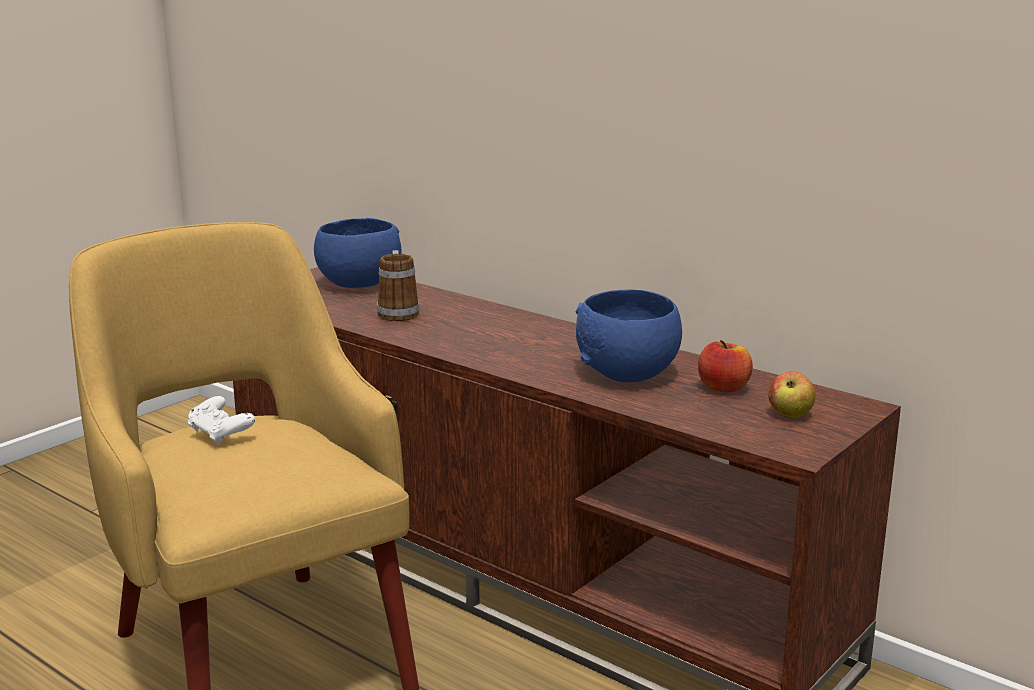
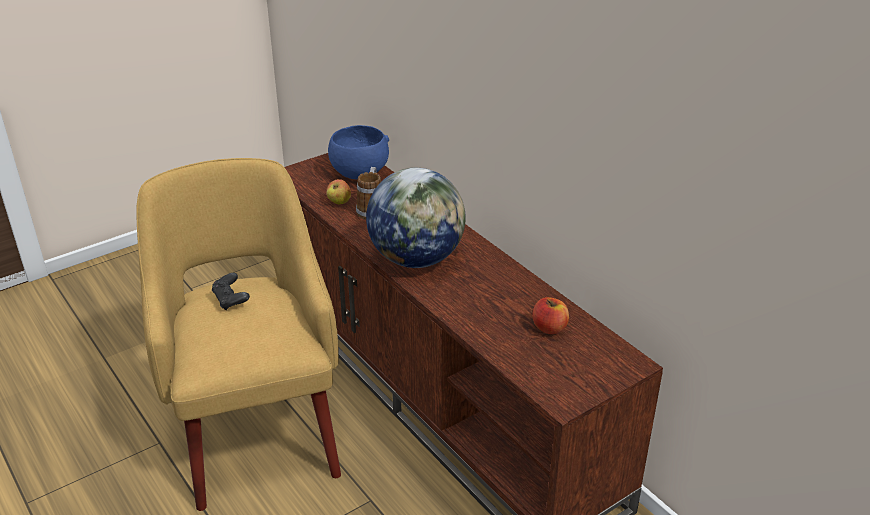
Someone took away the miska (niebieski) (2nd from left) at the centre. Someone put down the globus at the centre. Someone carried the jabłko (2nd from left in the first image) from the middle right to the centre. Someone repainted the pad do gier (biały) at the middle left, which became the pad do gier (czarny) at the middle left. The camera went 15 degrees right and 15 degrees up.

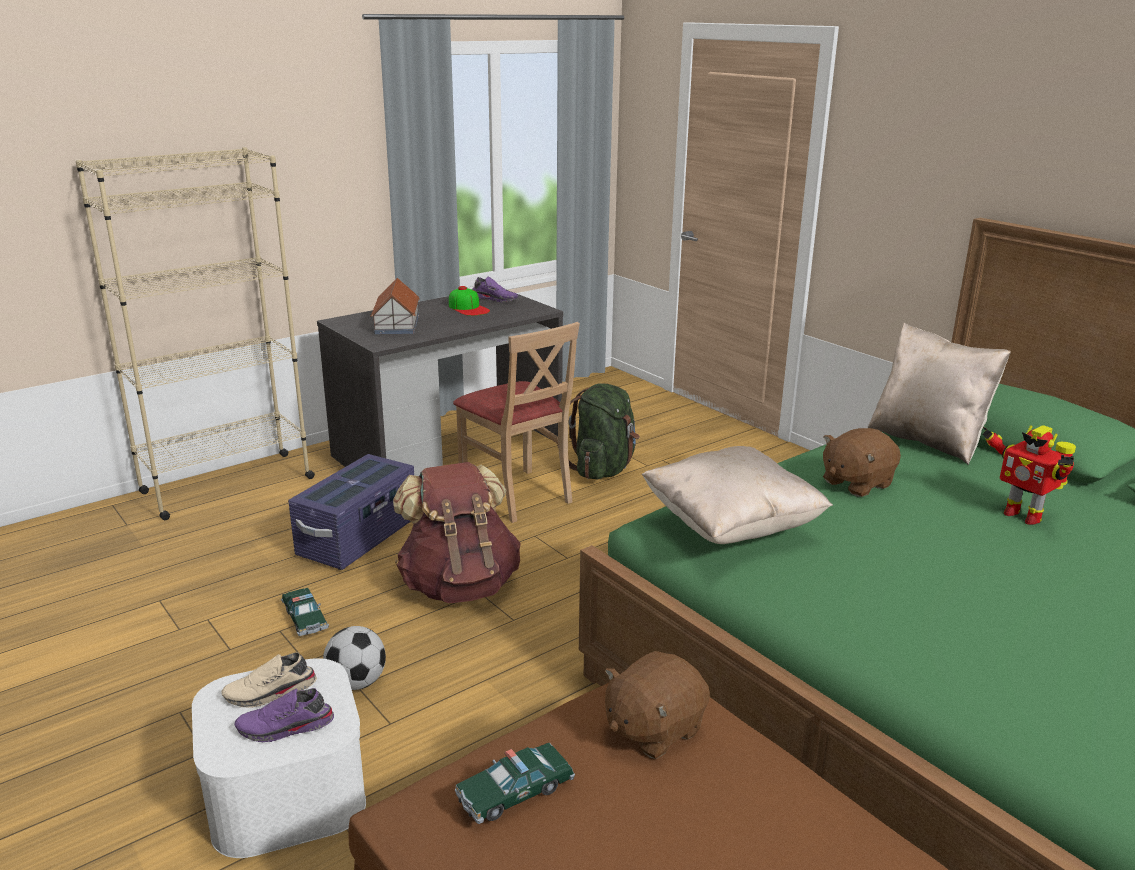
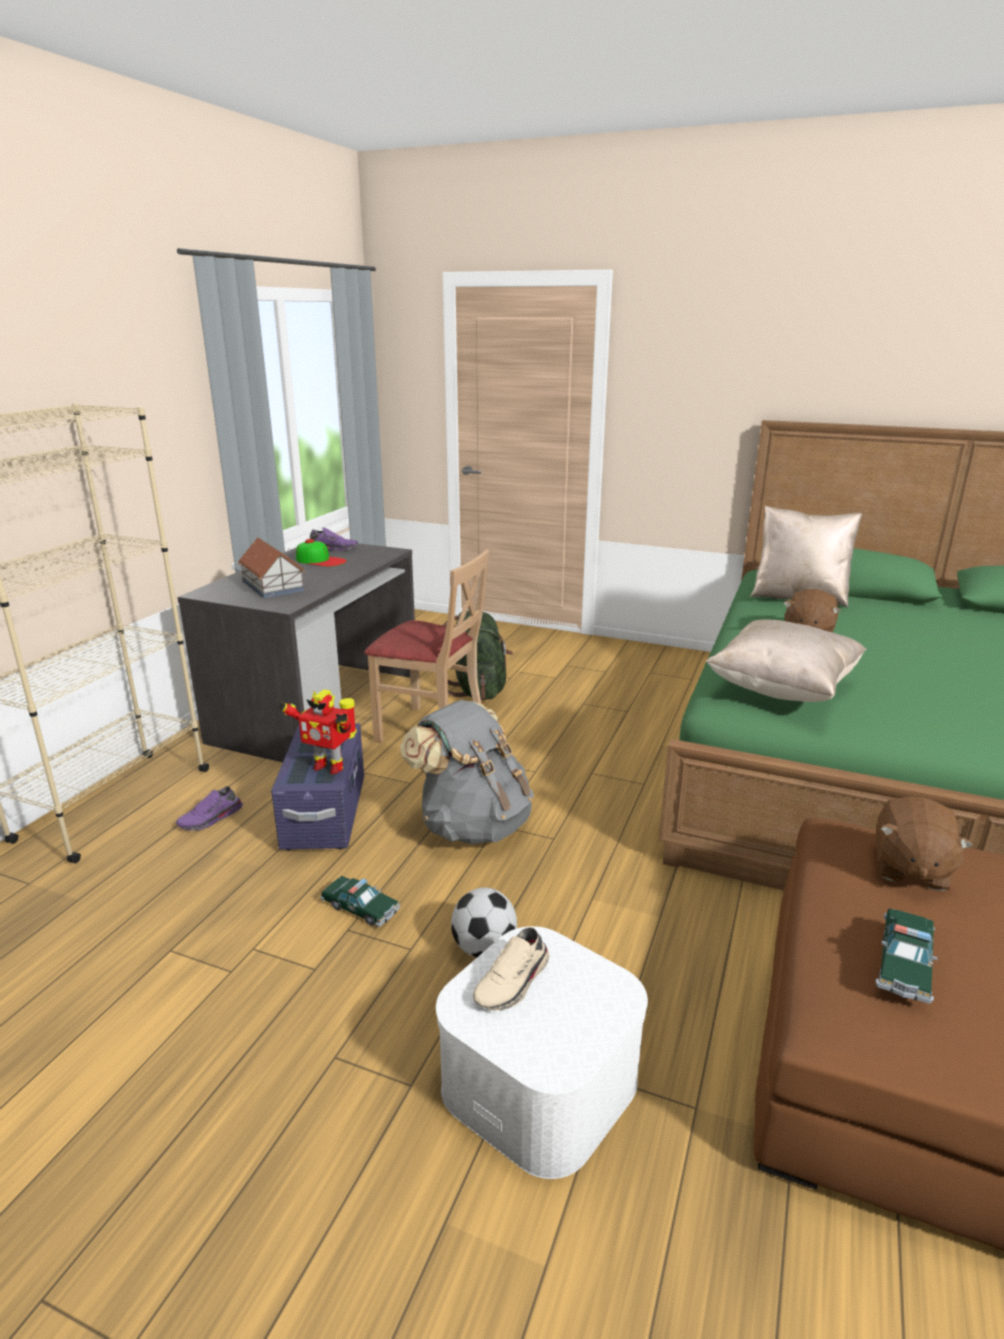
Someone carried the but (fioletowy) (1st from left) from the bottom left to the middle left. Someone carried the robot zabawkowy from the middle right to the middle left. Someone repainted the plecak (brązowy) at the centre, which became the plecak (szary) at the centre. The camera went 30 degrees left and 0 degrees up.

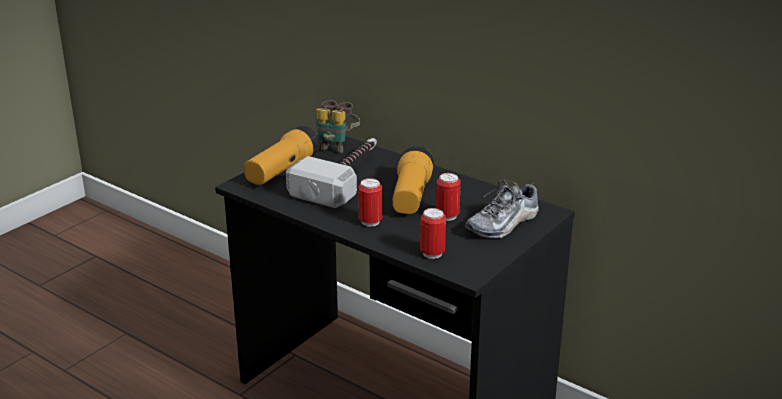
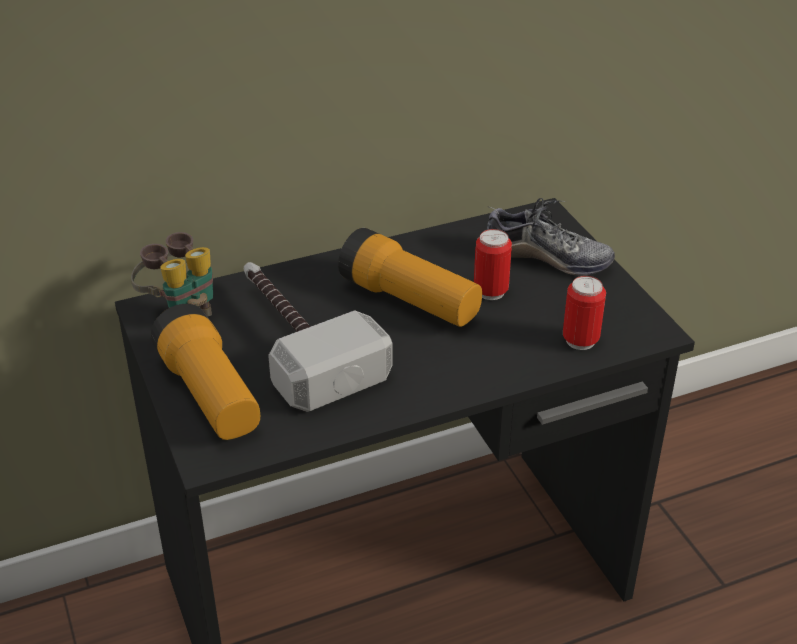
Someone took away the puszka (1st from left) at the centre. Someone rotated the but at the centre by 60 degrees counterclockwise. The camera went 60 degrees left and 10 degrees up.

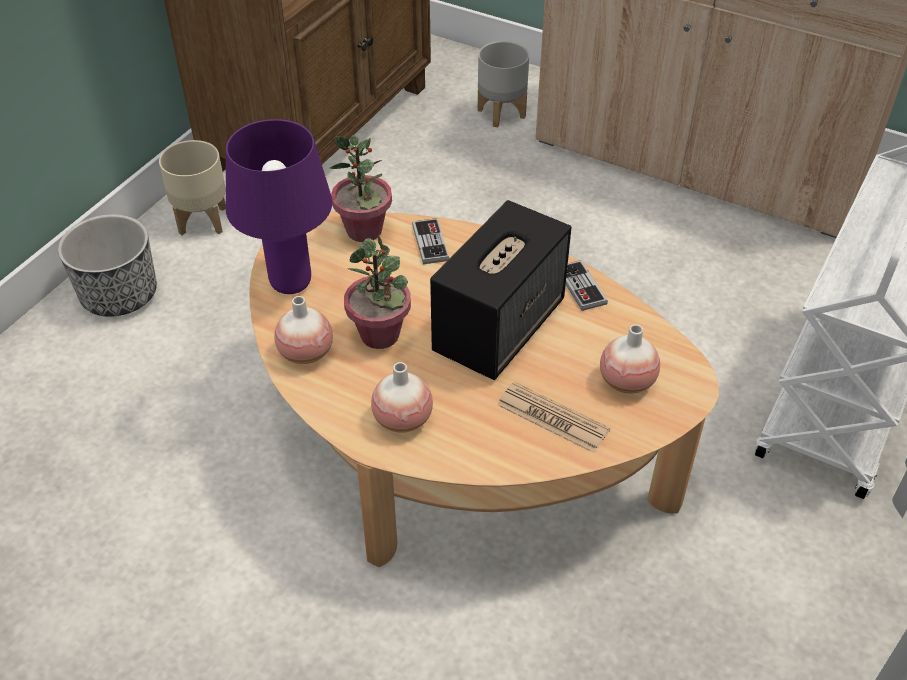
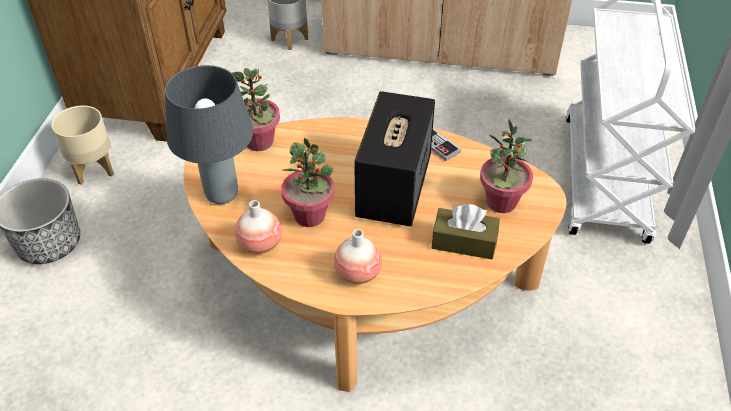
Someone took away the pad do gier (1st from left) at the centre. Someone swapped the gazeta at the centre for the pudełko chusteczek (brązowy) at the centre. Someone swapped the wazon (3rd from left) at the middle right for the roślina doniczkowa (3rd from left) at the middle right. Someone repainted the lampa stołowa (fioletowy) at the top left, which became the lampa stołowa (szary) at the top left. The camera went 20 degrees left and 0 degrees up.

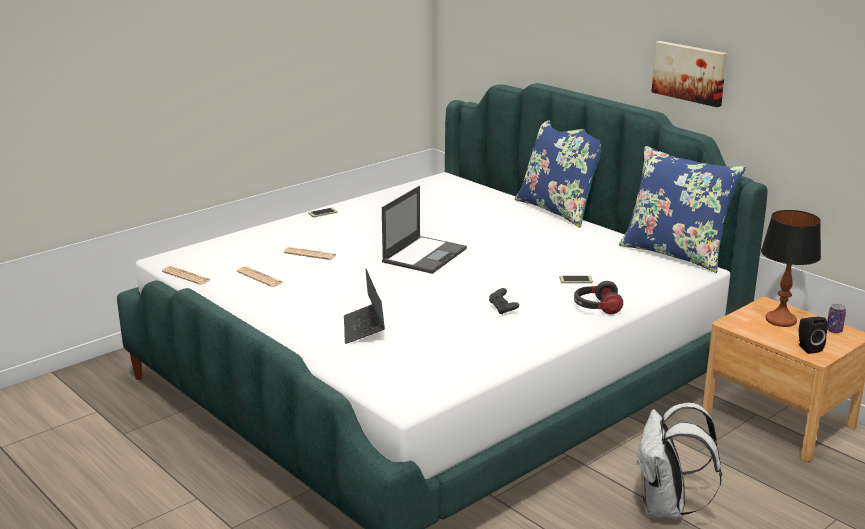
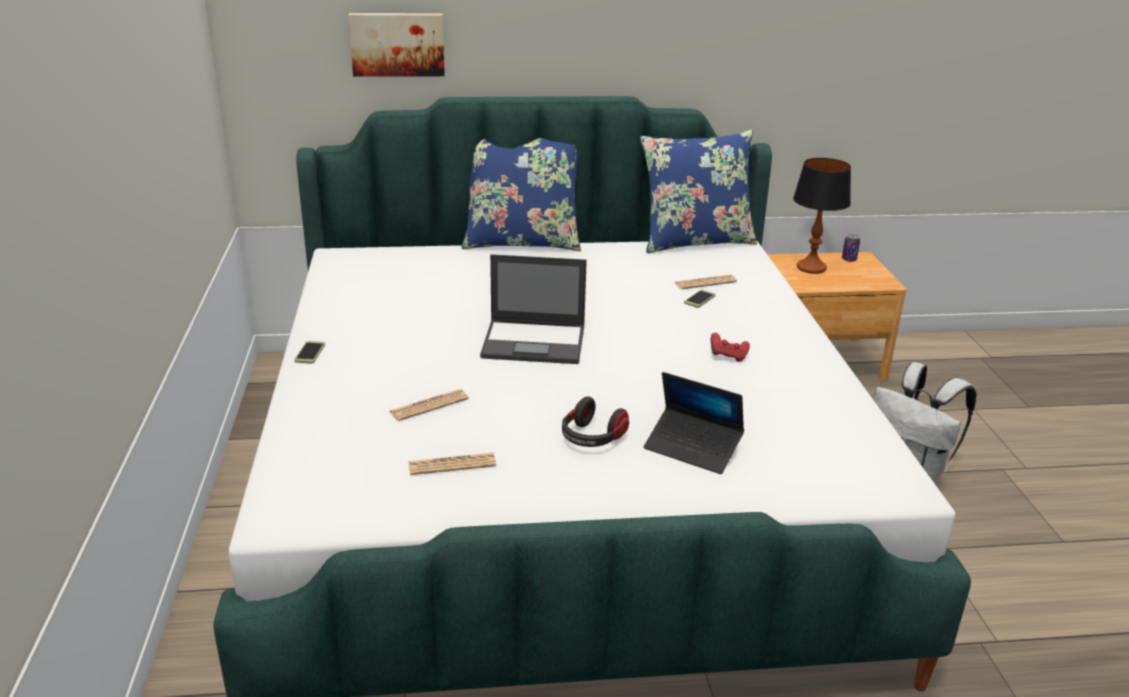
Someone took away the głośnik (czarny) at the middle right. Someone carried the gazeta (1st from left in the first image) from the middle left to the centre. Someone carried the słuchawki from the middle right to the centre. Someone carried the obraz from the top right to the top centre. Someone repainted the pad do gier (czarny) at the centre, which became the pad do gier (czerwony) at the centre. Someone rotated the laptop (2nd from left in the first image) at the centre by 120 degrees clockwise. The camera went 55 degrees left and 5 degrees up.

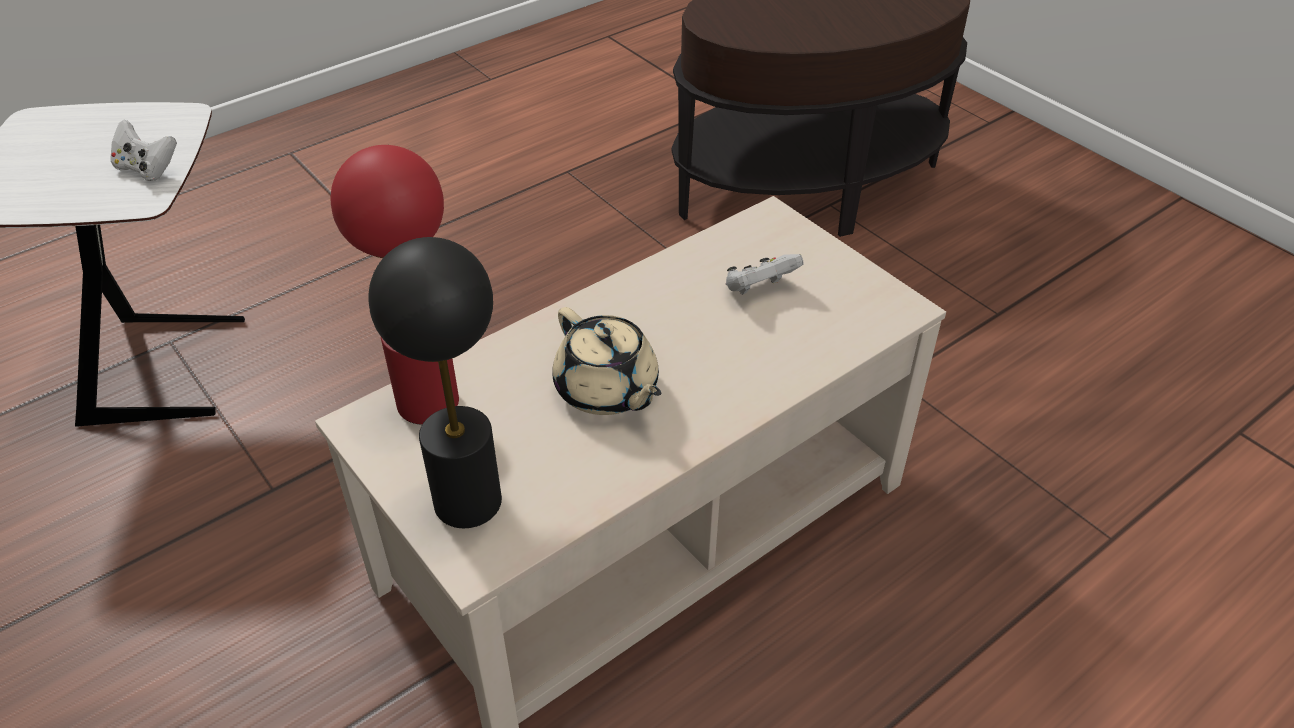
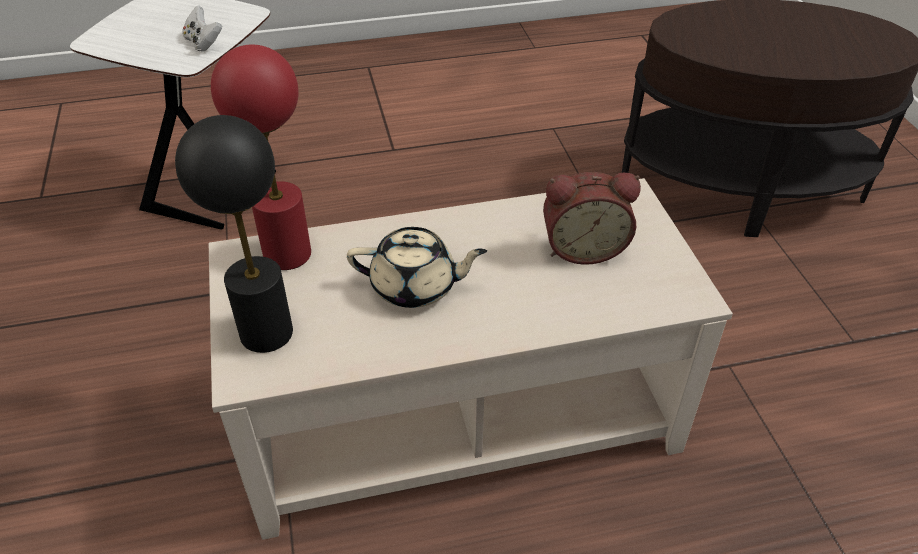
Someone swapped the pad do gier (biały) (2nd from left) at the centre for the budzik at the centre. Someone rotated the imbryk (beżowy) at the centre by 75 degrees counterclockwise. The camera went 25 degrees right and 0 degrees up.

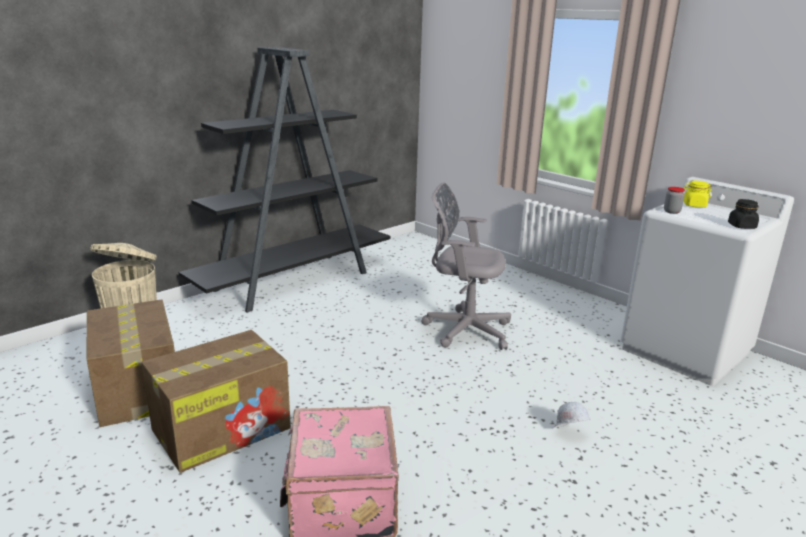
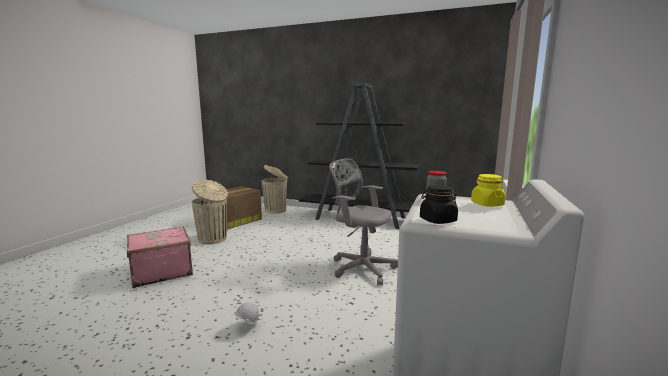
Someone swapped the karton (2nd from left) at the bottom left for the kosz na śmieci (beżowy) (1st from left) at the middle left. Someone rotated the krzesło biurowe (szary) at the centre by 45 degrees counterclockwise. The camera went 65 degrees right and 10 degrees down.

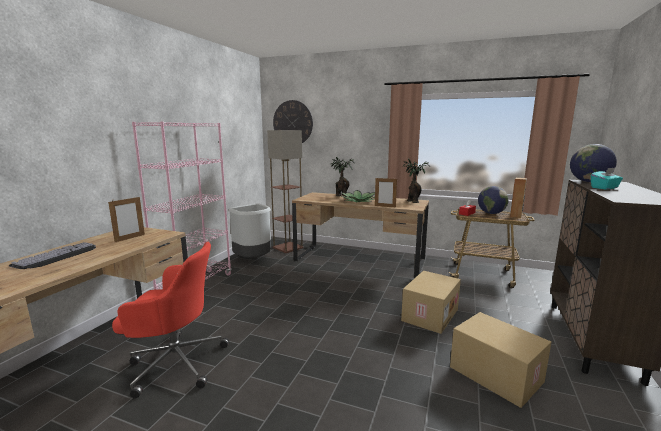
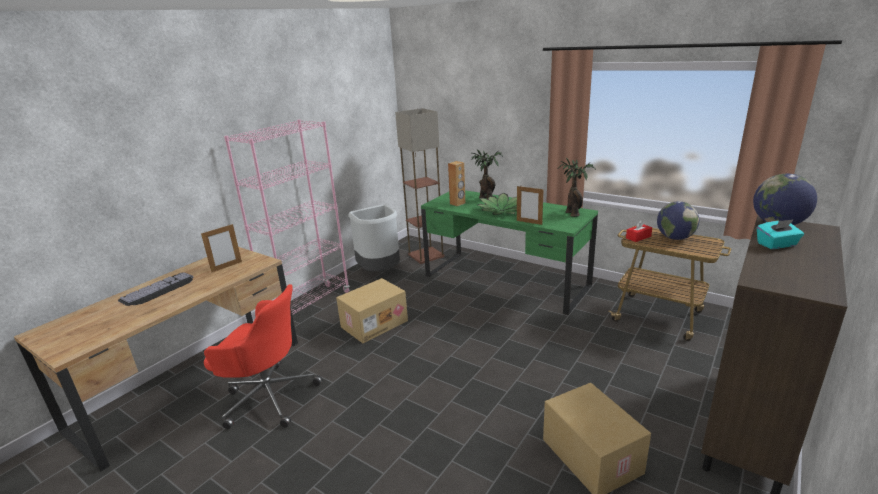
Someone took away the zegar ścienny at the top centre. Someone carried the karton (1st from left) from the bottom centre to the centre. Someone carried the głośnik (brązowy) from the middle right to the centre. Someone repainted the biurko (brązowy) (2nd from left) at the centre, which became the biurko (zielony) at the centre. The camera went 15 degrees right and 10 degrees up.

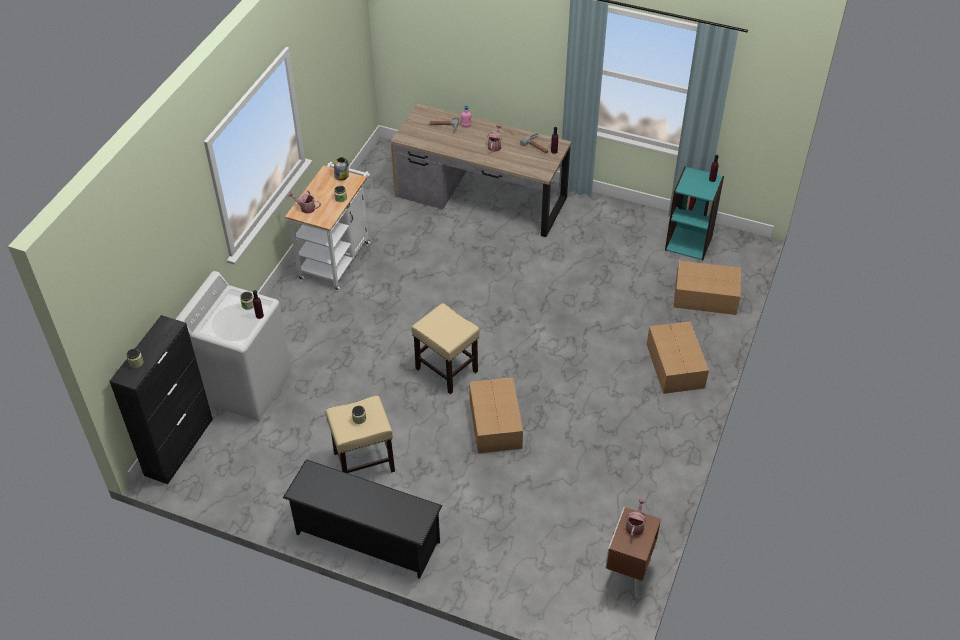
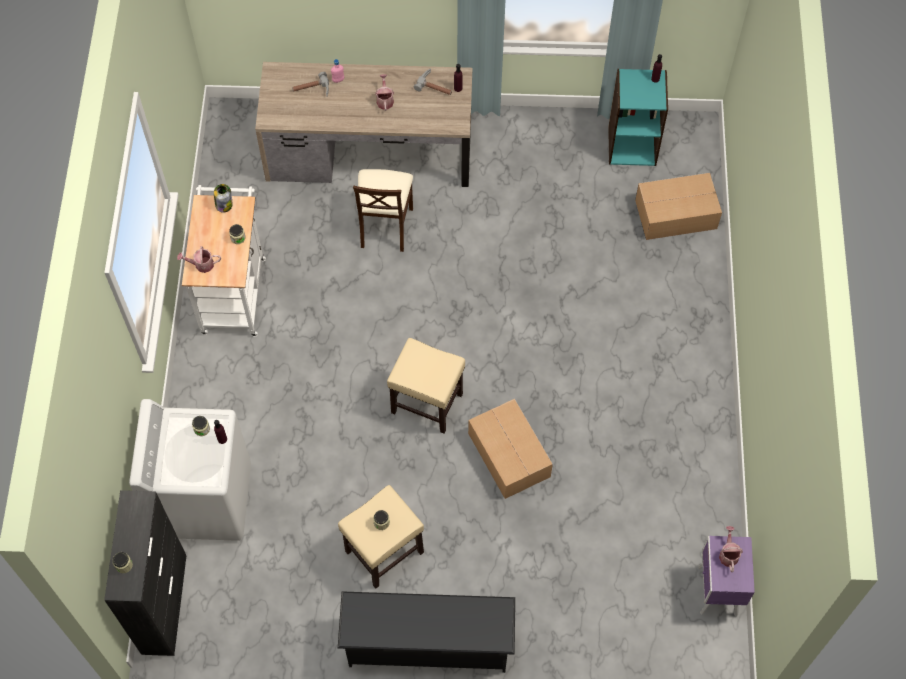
Someone took away the karton (2nd from left) at the middle right. Someone put down the krzesło (beżowy) at the top centre. Someone repainted the szafka nocna (brązowy) at the bottom centre, which became the szafka nocna (fioletowy) at the bottom right. The camera went 20 degrees left and 15 degrees up.

